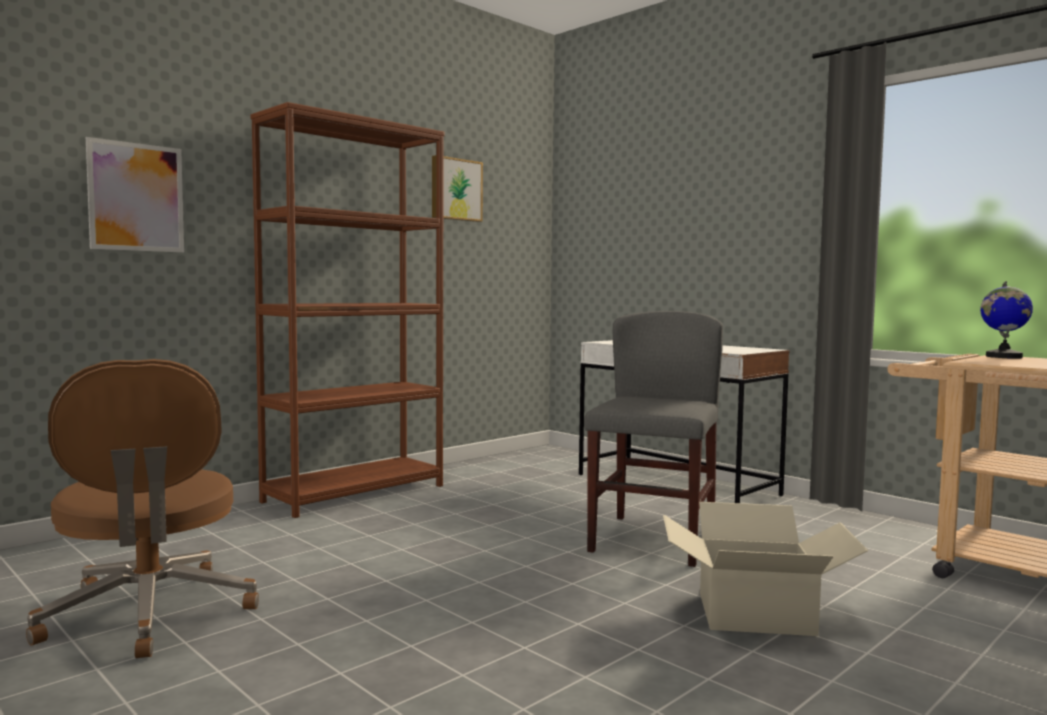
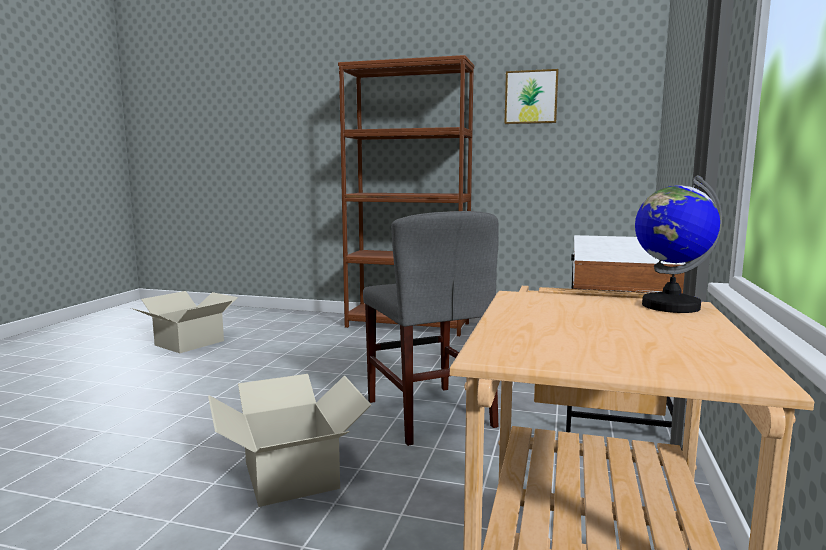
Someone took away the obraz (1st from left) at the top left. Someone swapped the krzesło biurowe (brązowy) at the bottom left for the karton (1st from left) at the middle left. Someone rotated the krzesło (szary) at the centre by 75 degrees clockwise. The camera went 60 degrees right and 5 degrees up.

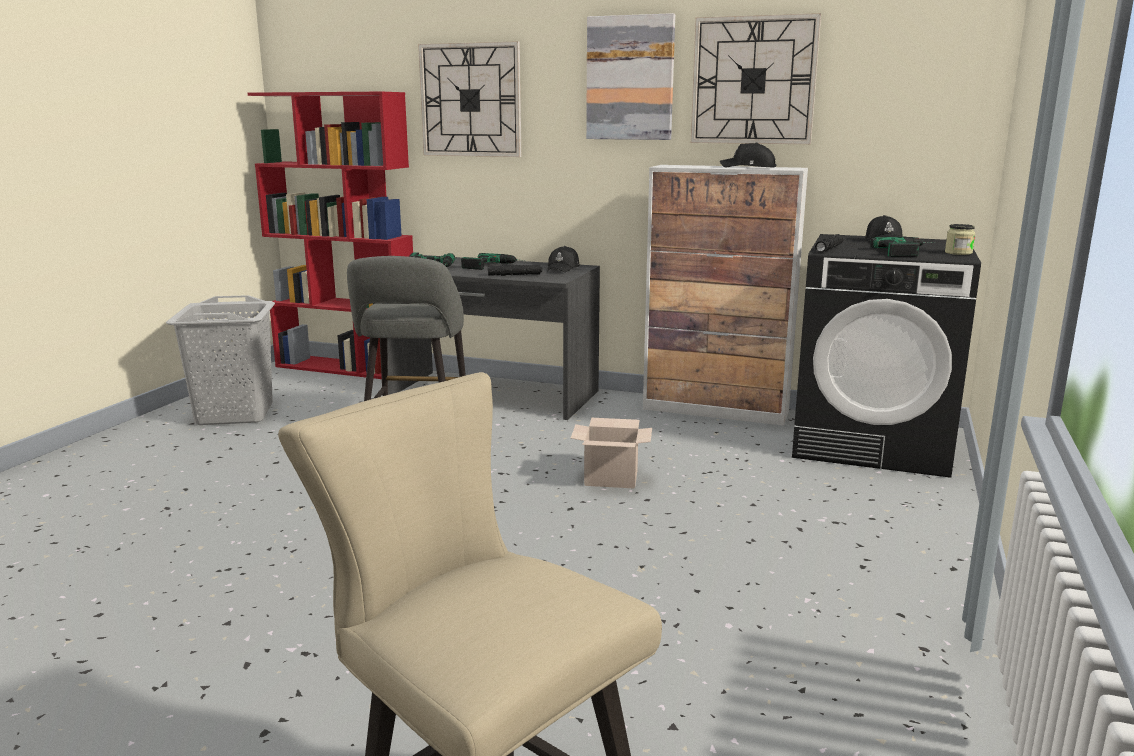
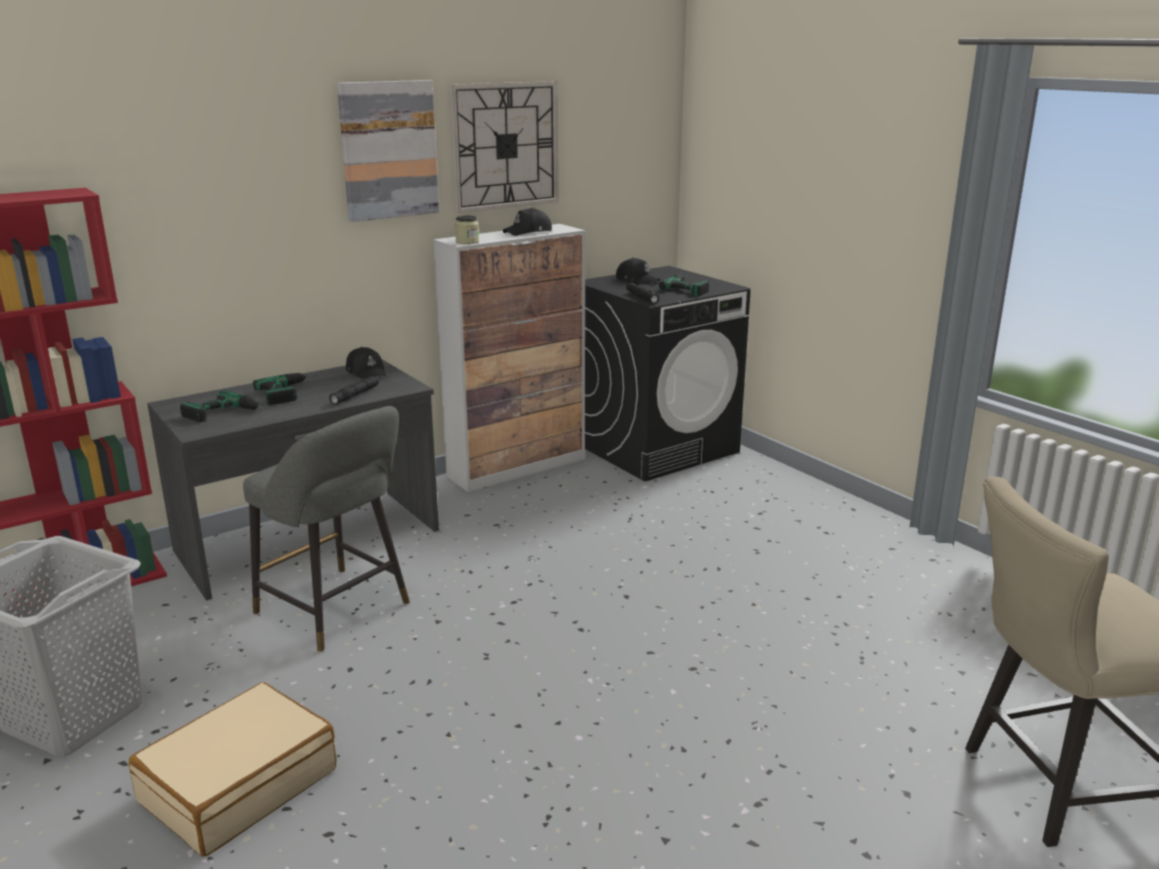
Someone took away the zegar ścienny (1st from left) at the top centre. Someone took away the karton at the centre. Someone put down the walizka (beżowy) at the bottom left. Someone carried the słoik from the top right to the top centre. The camera went 55 degrees left and 5 degrees up.

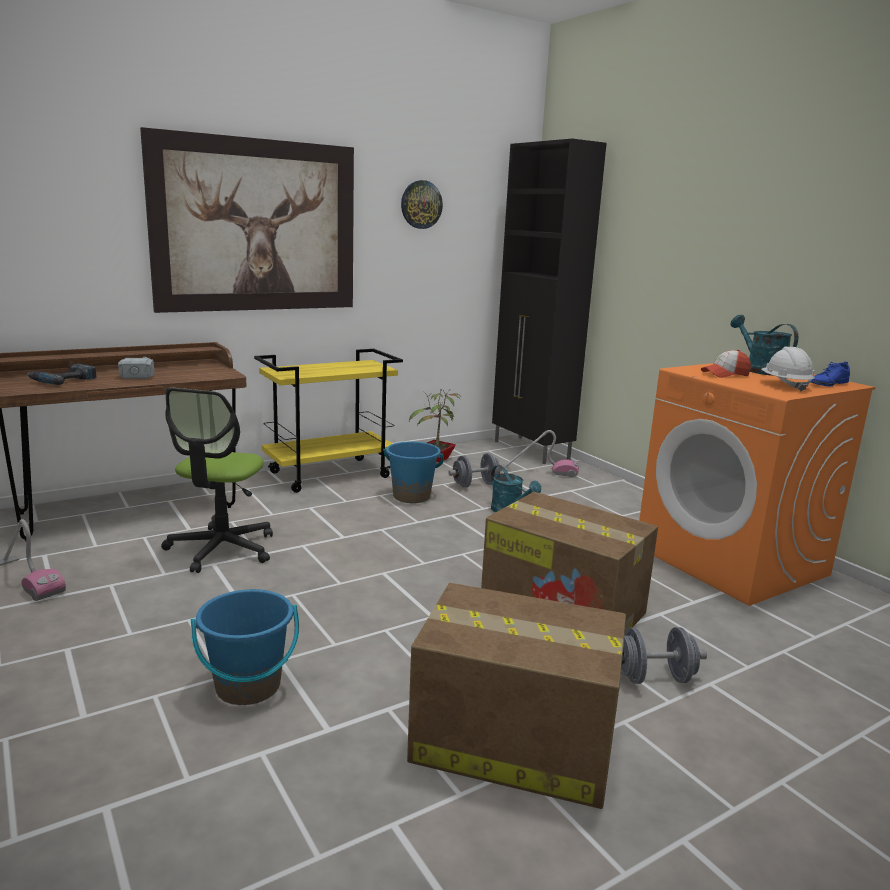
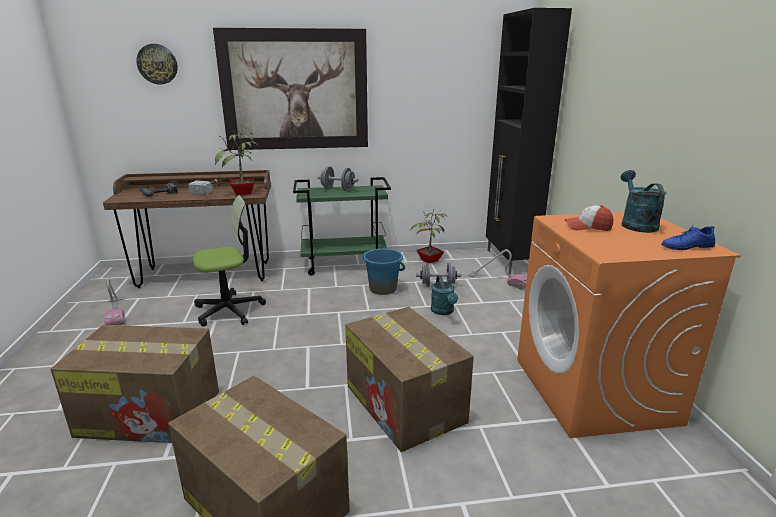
Someone took away the kask (biały) at the middle right. Someone put down the roślina doniczkowa (1st from left) at the top left. Someone carried the zegar ścienny from the top centre to the top left. Someone carried the hantel (szary) (2nd from left in the first image) from the bottom right to the centre. Someone swapped the wiadro (niebieski) (1st from left) at the bottom left for the karton (1st from left) at the bottom left. Someone repainted the wózek (żółty) at the centre, which became the wózek (zielony) at the centre. Someone rotated the krzesło biurowe at the middle left by 150 degrees counterclockwise. The camera went 25 degrees right and 5 degrees up.

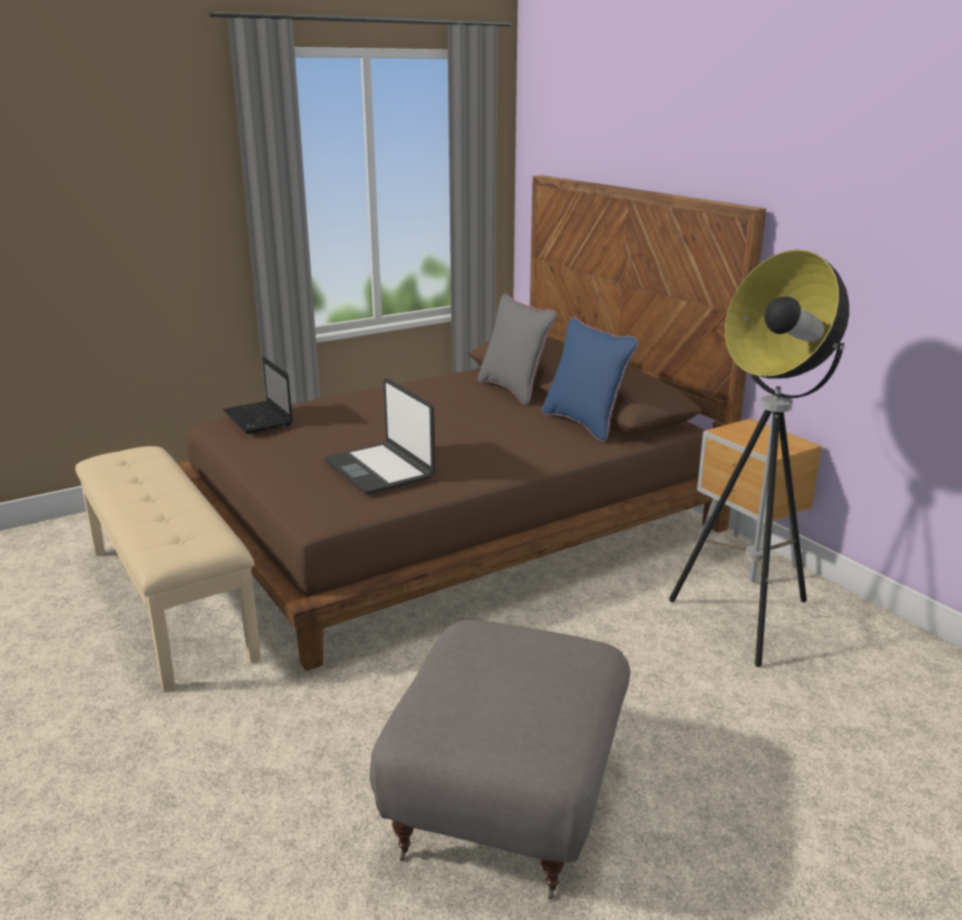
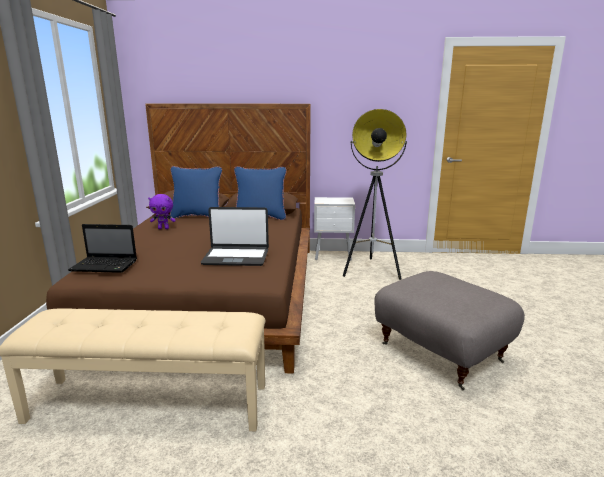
Someone put down the pluszak (fioletowy) at the middle left. Someone repainted the poduszka (szary) at the centre, which became the poduszka (niebieski) (1st from left) at the middle left. Someone repainted the szafka nocna (brązowy) at the middle right, which became the szafka nocna (biały) at the centre. The camera went 55 degrees left and 5 degrees down.

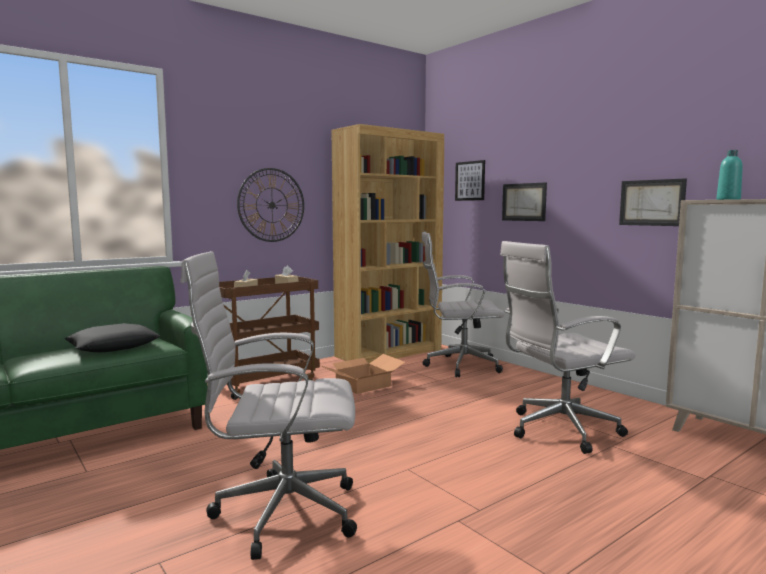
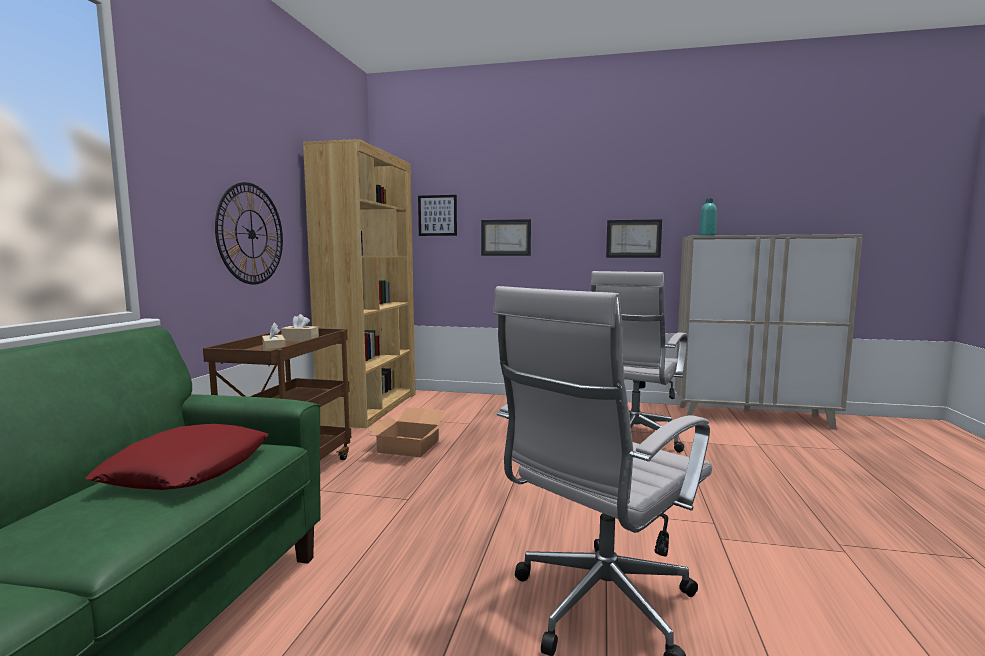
Someone took away the krzesło biurowe (biały) (2nd from left) at the centre. Someone repainted the poduszka (czarny) at the middle left, which became the poduszka (czerwony) at the bottom left. The camera went 40 degrees left and 0 degrees up.

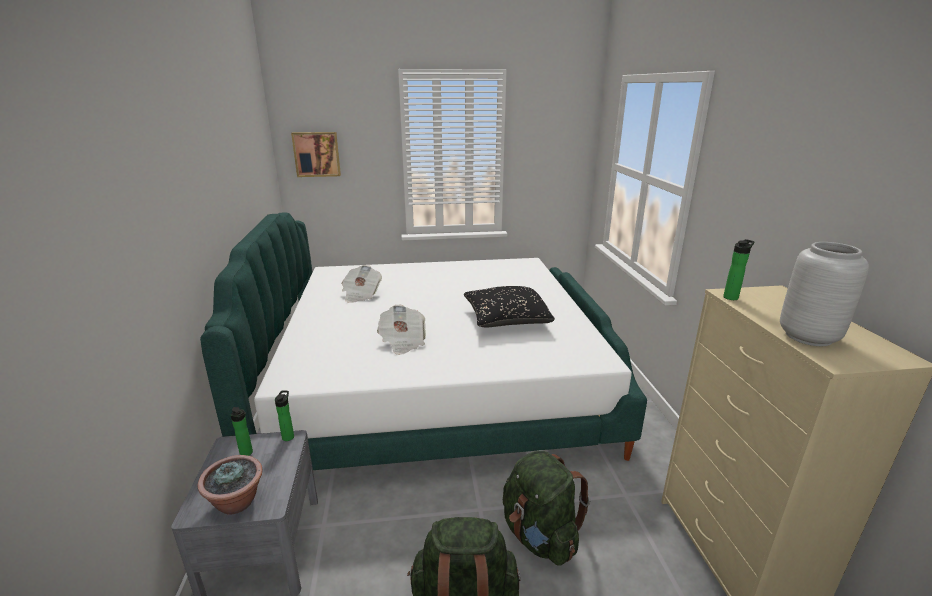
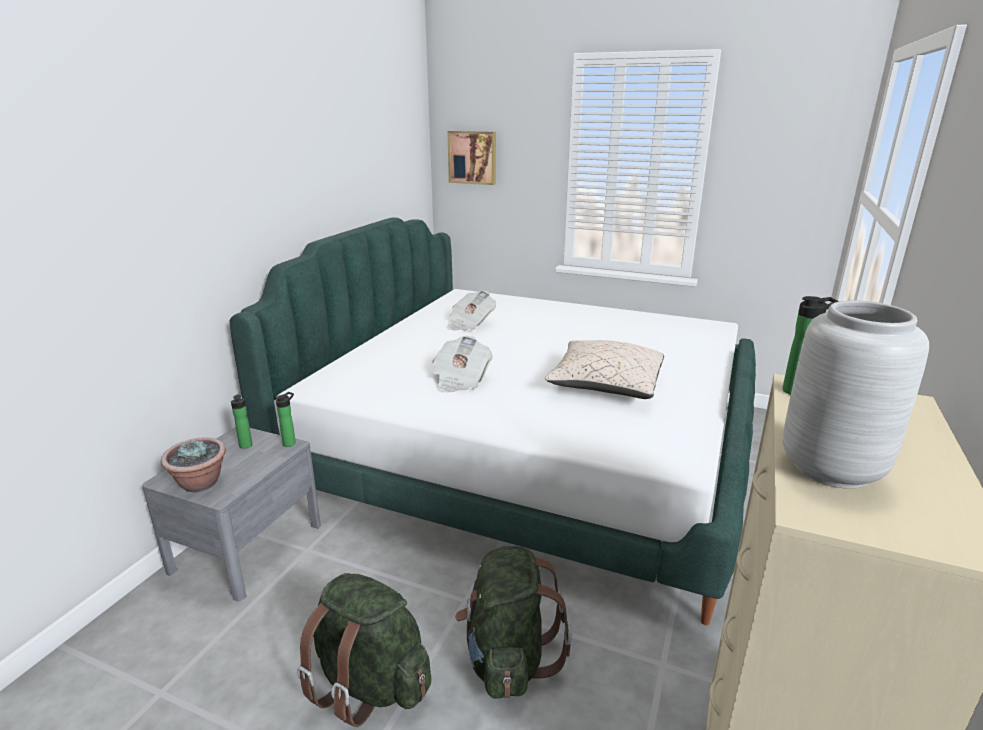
Someone repainted the poduszka (czarny) at the centre, which became the poduszka (beżowy) at the centre. The camera went 30 degrees right and 0 degrees up.

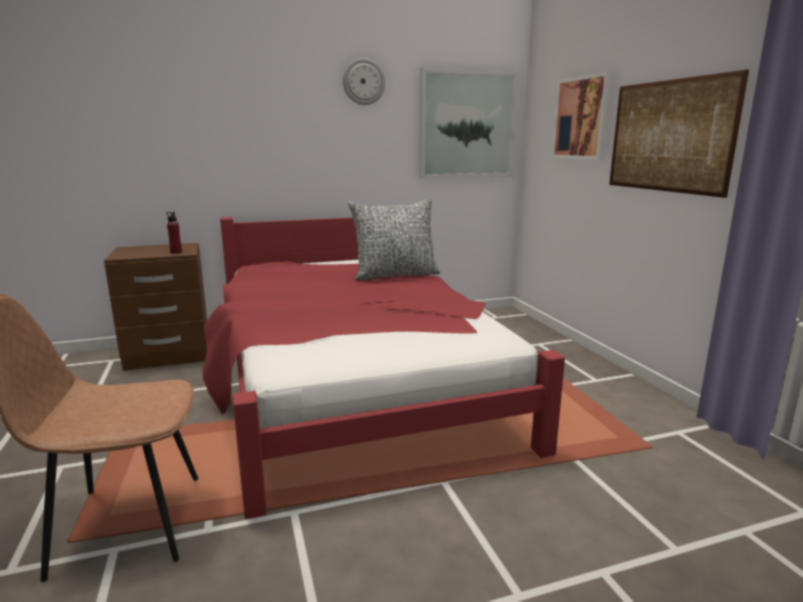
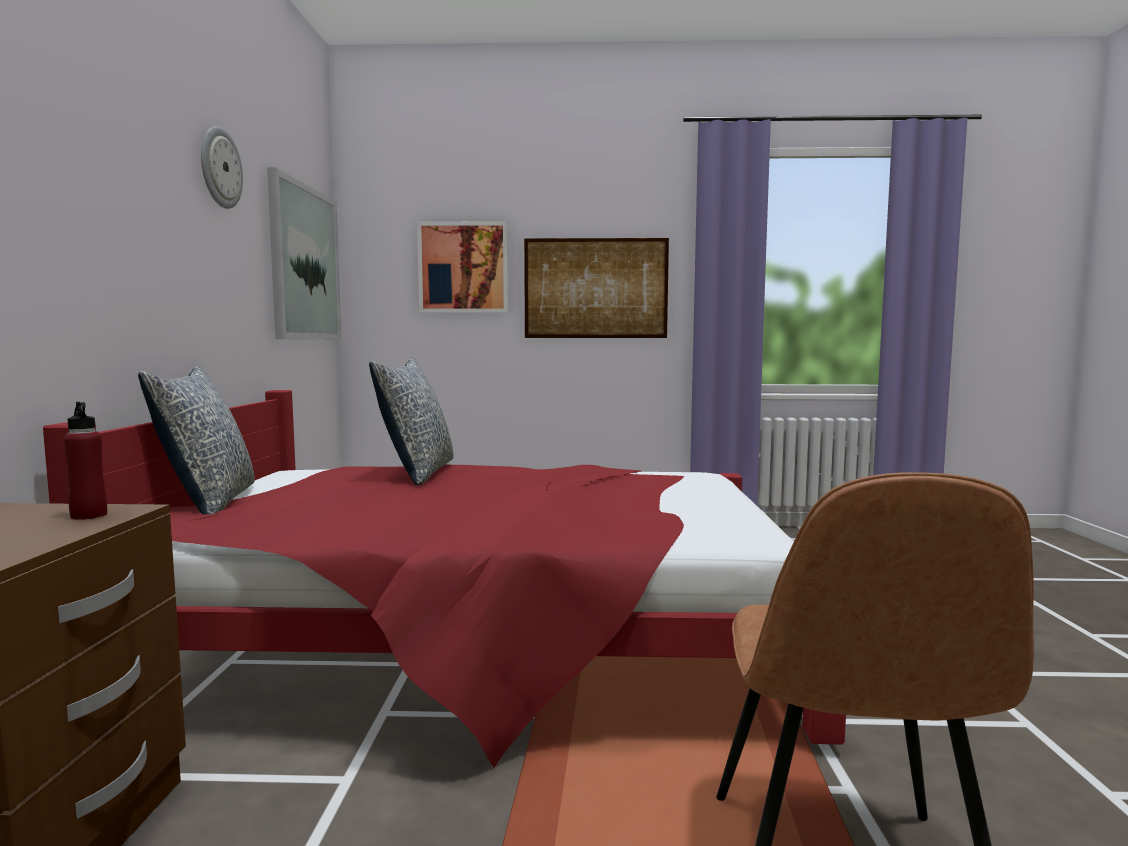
Someone put down the poduszka (1st from left) at the middle left. The camera went 70 degrees left and 10 degrees down.

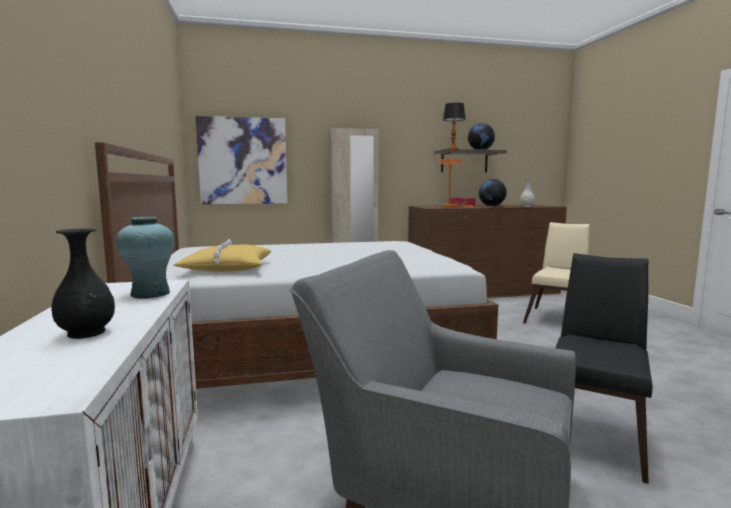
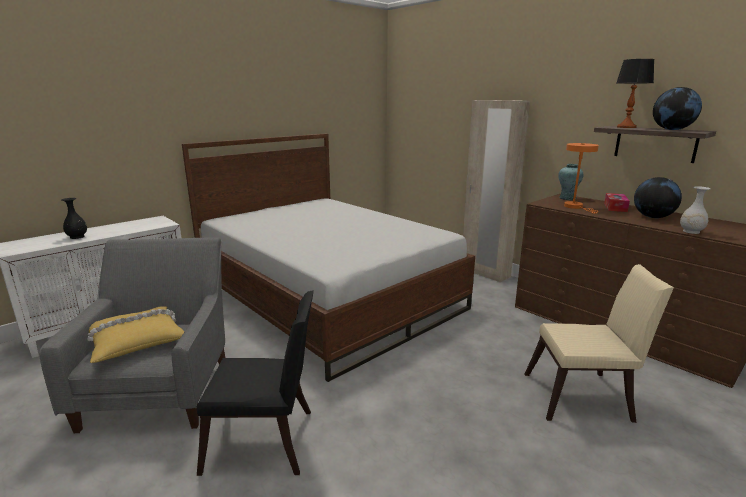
Someone took away the obraz at the top left. Someone carried the wazon (turkusowy) from the middle left to the middle right. Someone carried the poduszka (żółty) from the middle left to the bottom left. The camera went 60 degrees right and 10 degrees up.

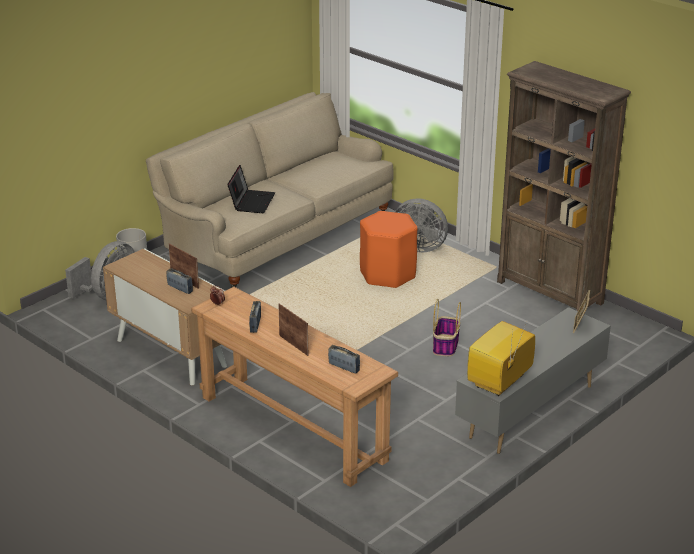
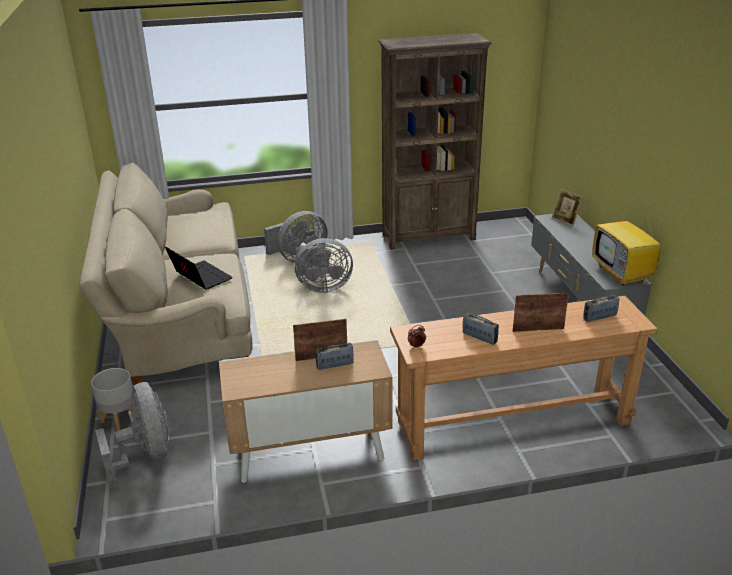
Someone took away the koszyk at the centre. Someone swapped the stołek (pomarańczowy) at the centre for the wentylator (szary) (3rd from left) at the centre. The camera went 55 degrees left and 0 degrees up.

